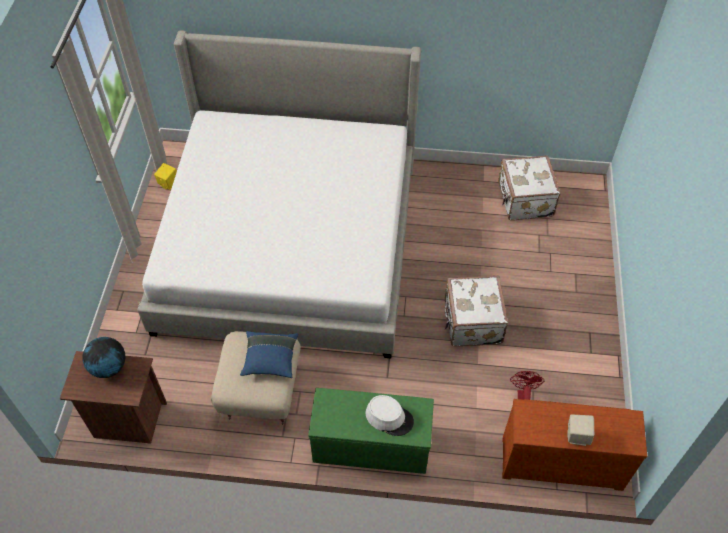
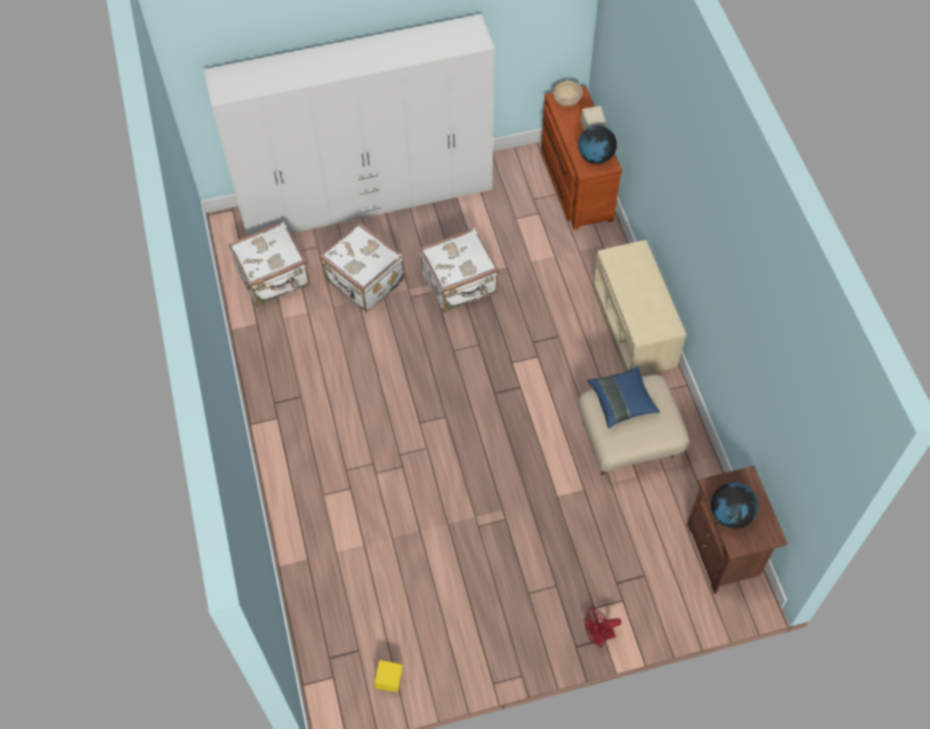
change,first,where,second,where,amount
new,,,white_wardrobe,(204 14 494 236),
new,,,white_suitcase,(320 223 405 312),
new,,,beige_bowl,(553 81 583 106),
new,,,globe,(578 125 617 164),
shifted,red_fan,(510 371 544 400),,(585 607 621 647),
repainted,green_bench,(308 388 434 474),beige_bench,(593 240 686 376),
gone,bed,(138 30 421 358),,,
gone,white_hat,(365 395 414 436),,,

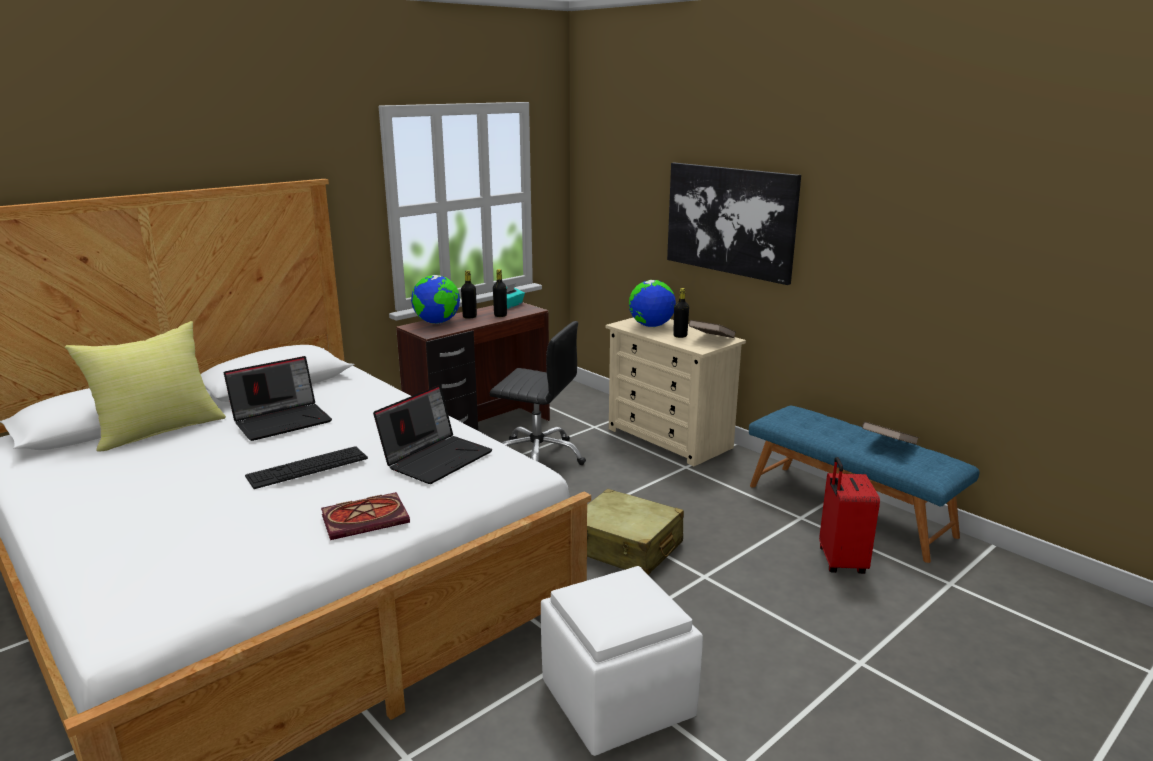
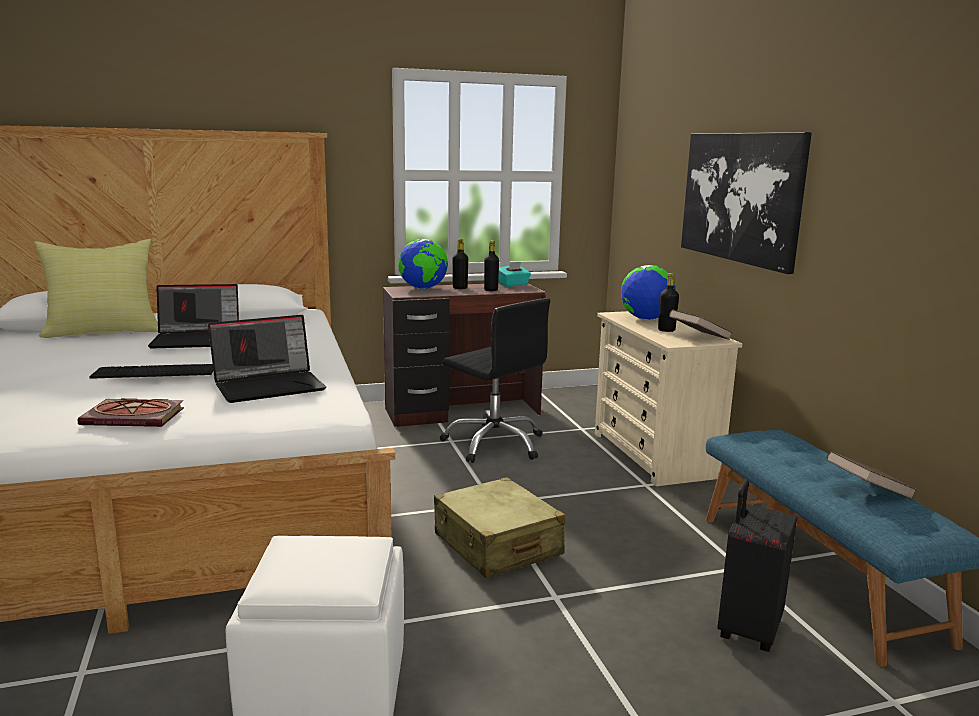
change,first,where,second,where,amount
repainted,red_suitcase,(819 457 880 574),black_suitcase,(717 480 797 652),

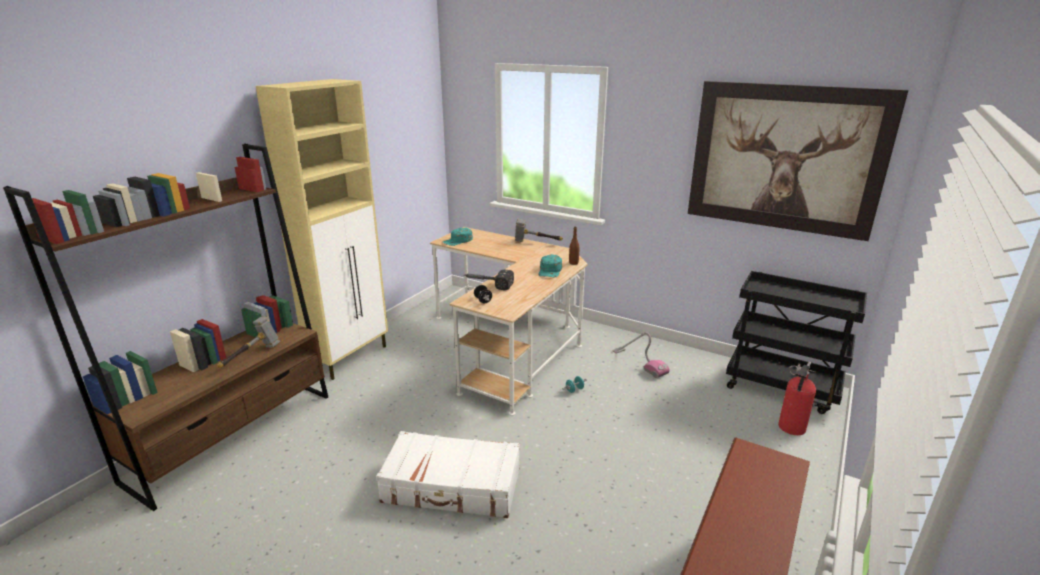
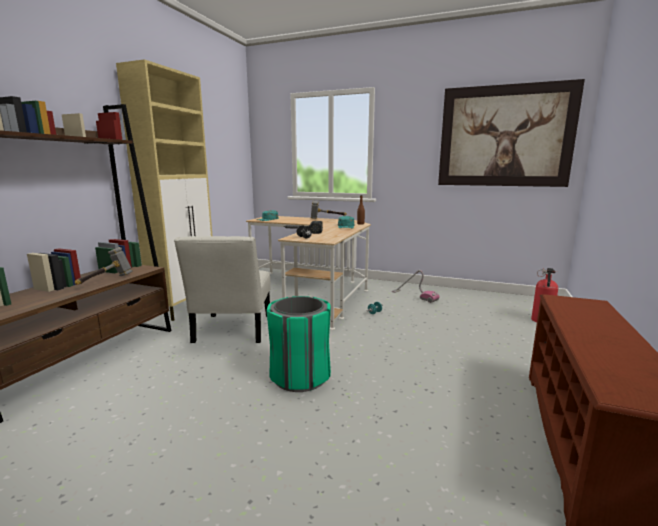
change,first,where,second,where,amount
new,,,white_chair,(174 236 271 343),
swapped,white_suitcase,(376 431 520 518),green_trash_can,(267 296 331 392),
gone,black_cart,(726 271 867 414),,,

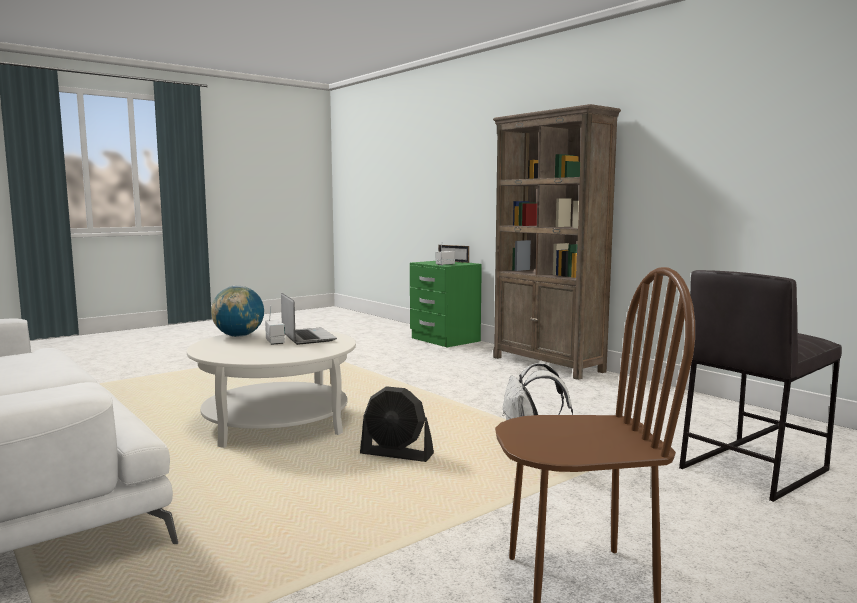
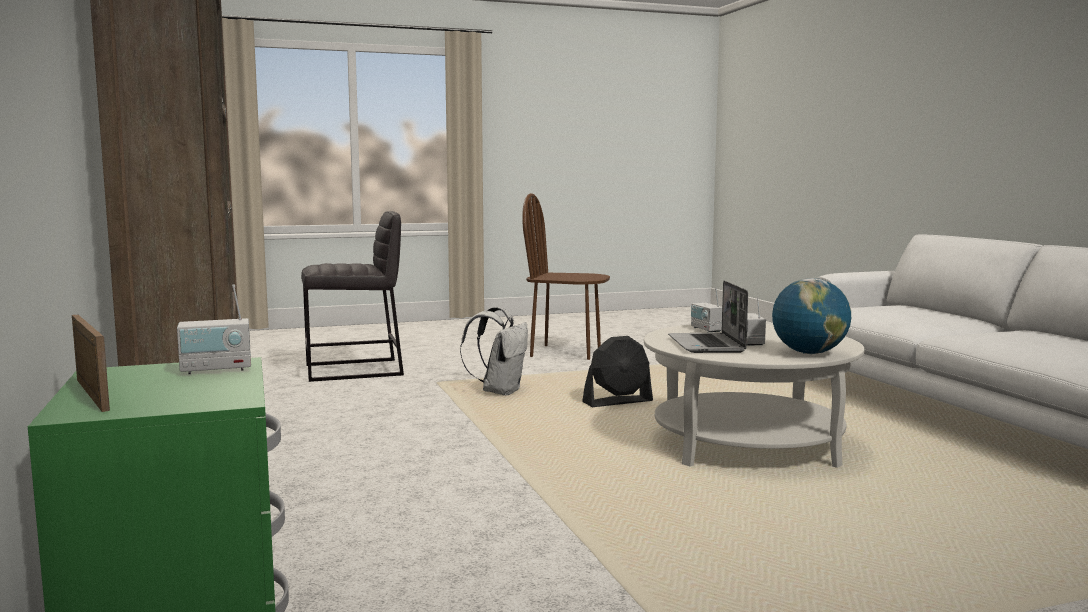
change,first,where,second,where,amount
rotated,black_fan,(360 386 434 462),,(582 336 653 407),120 degrees clockwise
new,,,radio,(691 288 722 332),

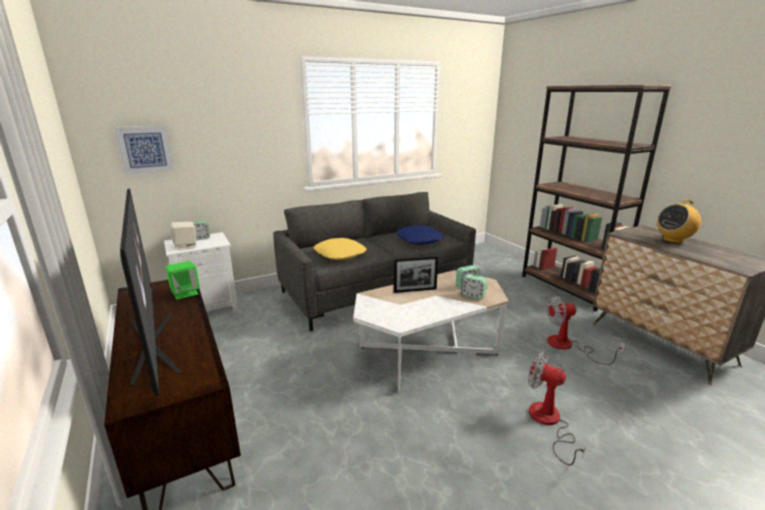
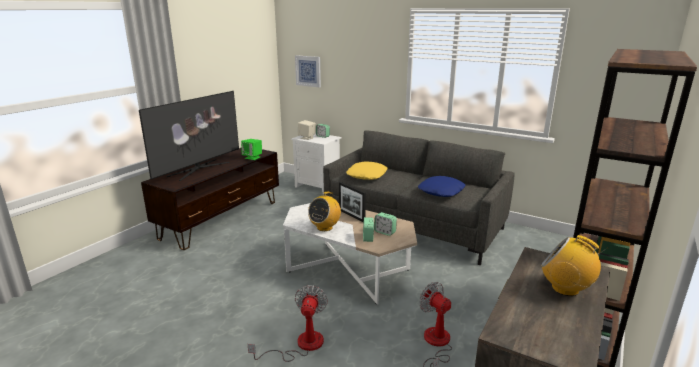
change,first,where,second,where,amount
new,,,radio,(308 191 341 231),

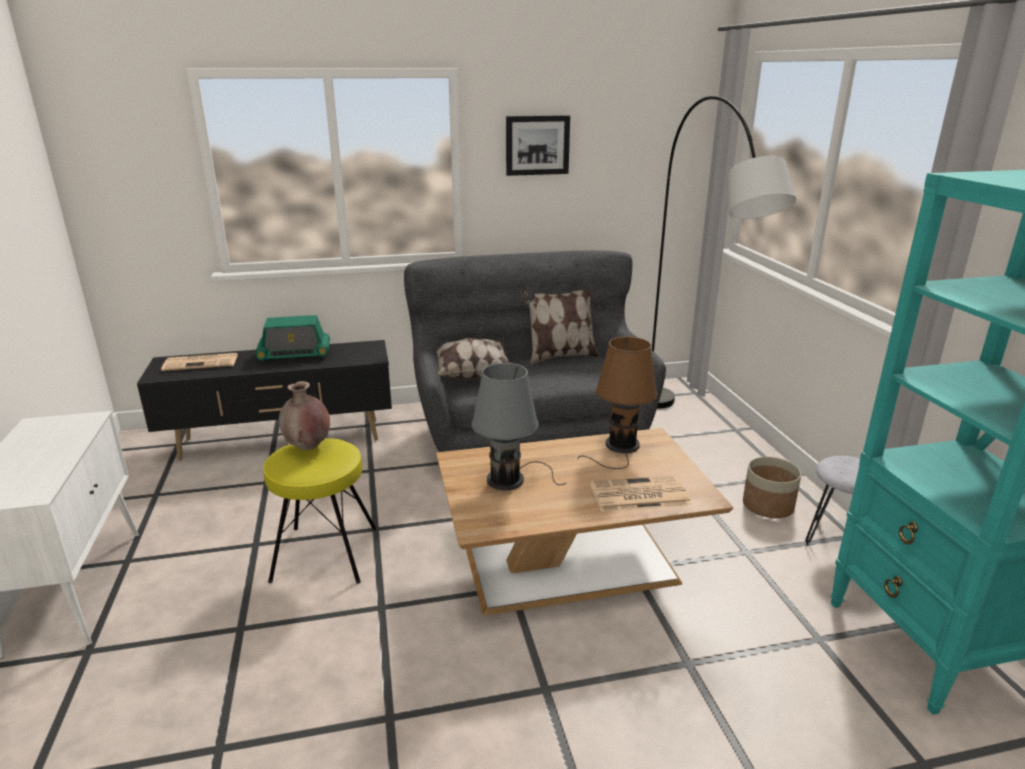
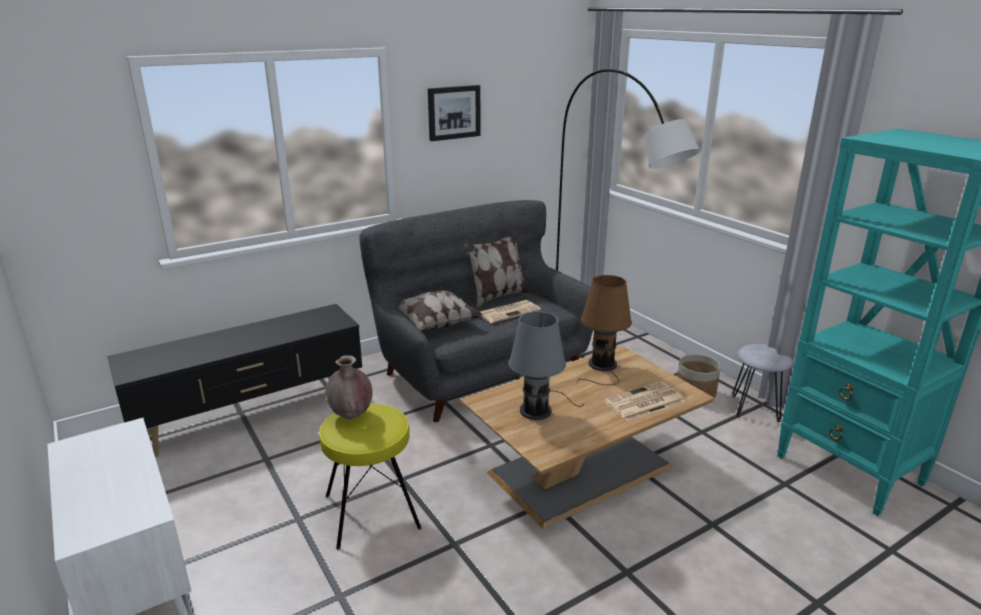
change,first,where,second,where,amount
shifted,newspaper,(161 353 238 371),,(480 300 541 323),
gone,radio,(255 315 330 362),,,

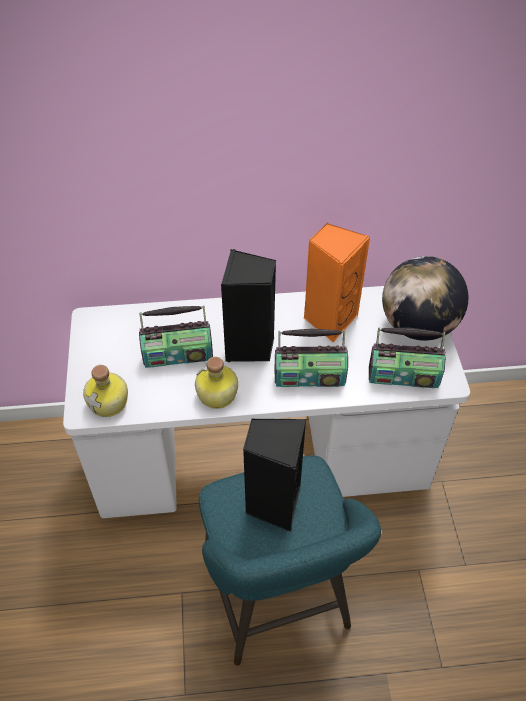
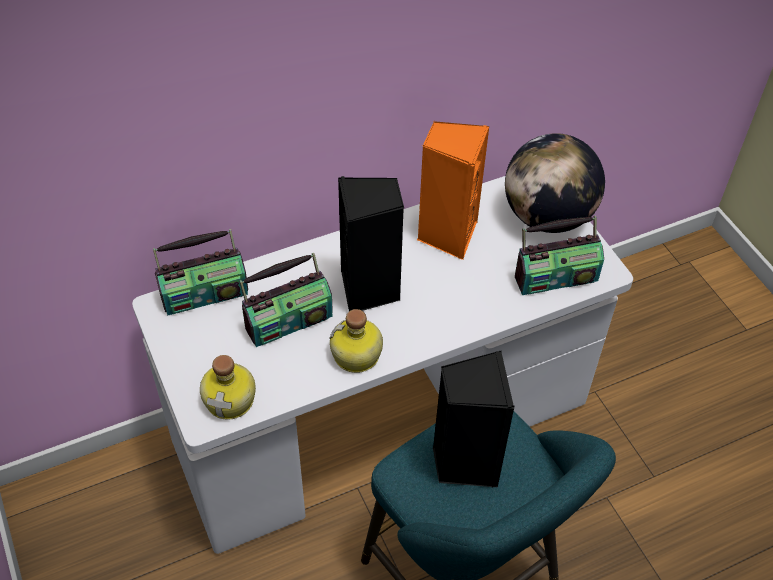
change,first,where,second,where,amount
shifted,radio,(275 329 348 387),,(153 229 248 316),

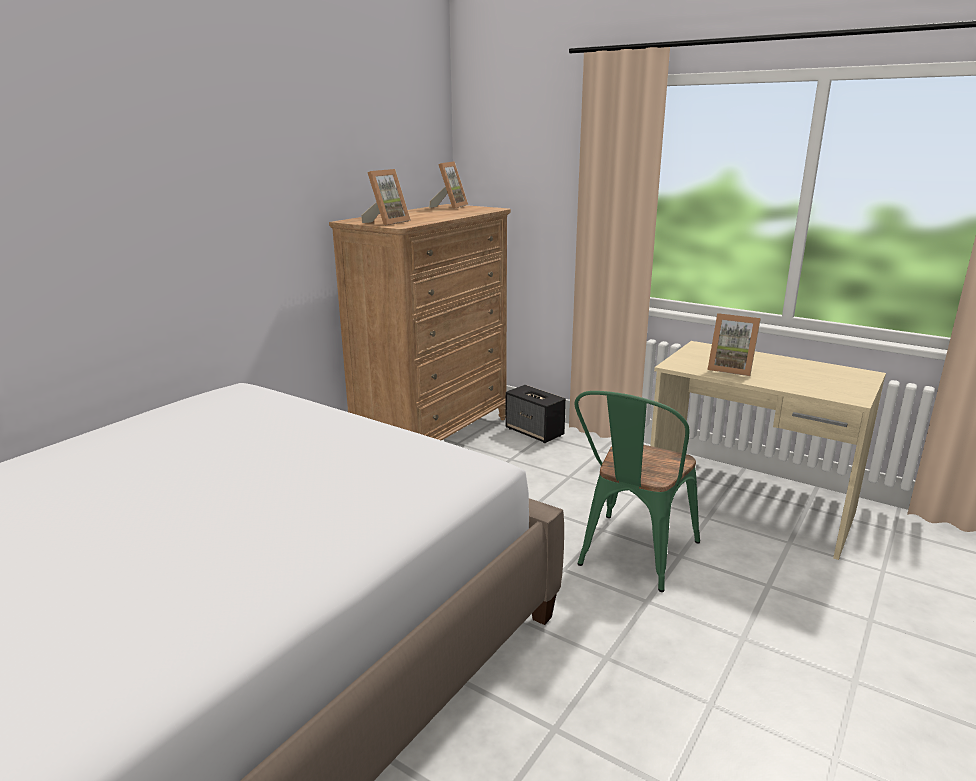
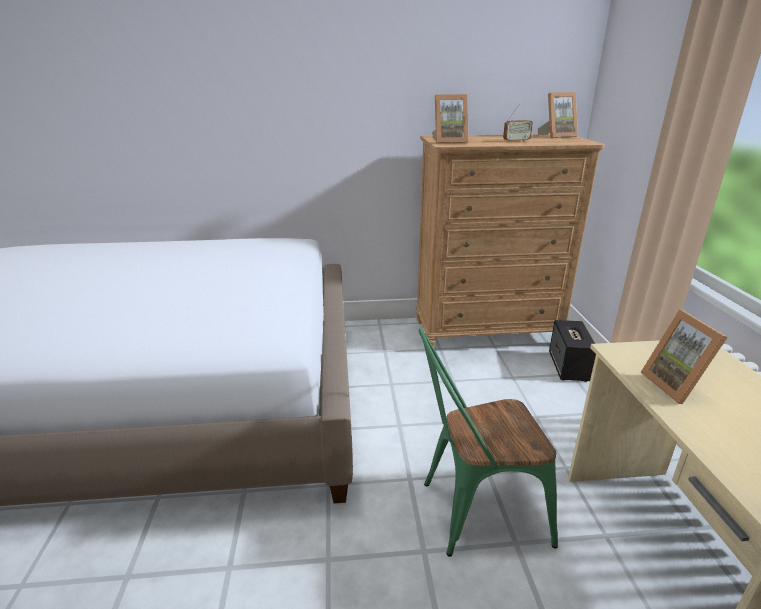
change,first,where,second,where,amount
new,,,radio,(503 104 533 143),

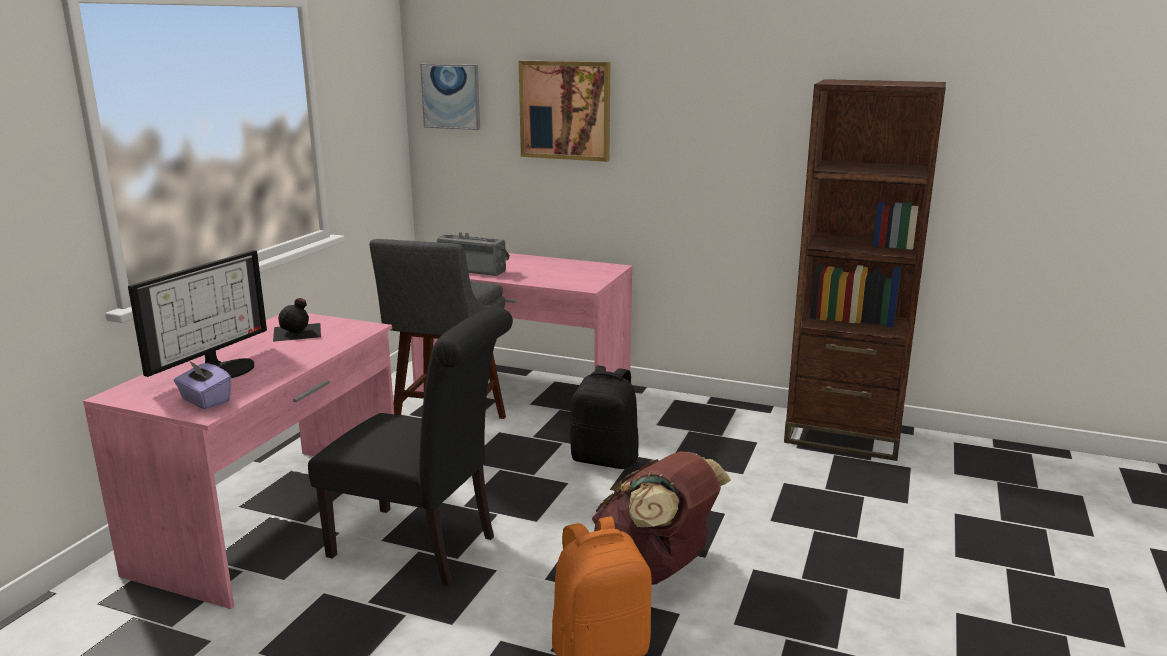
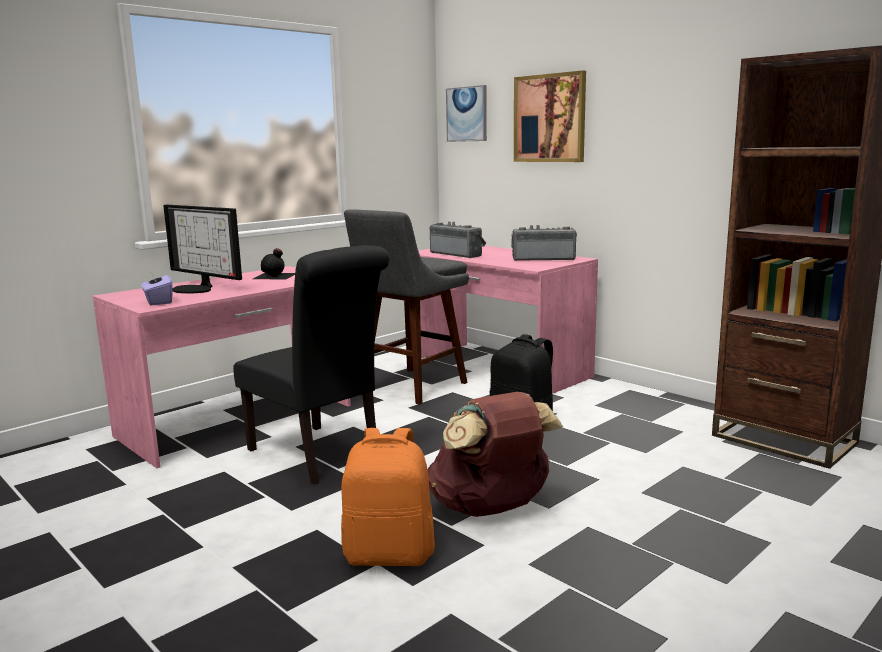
change,first,where,second,where,amount
rotated,monitor,(128 250 267 378),,(163 205 242 294),75 degrees clockwise
new,,,radio,(511 225 577 261),

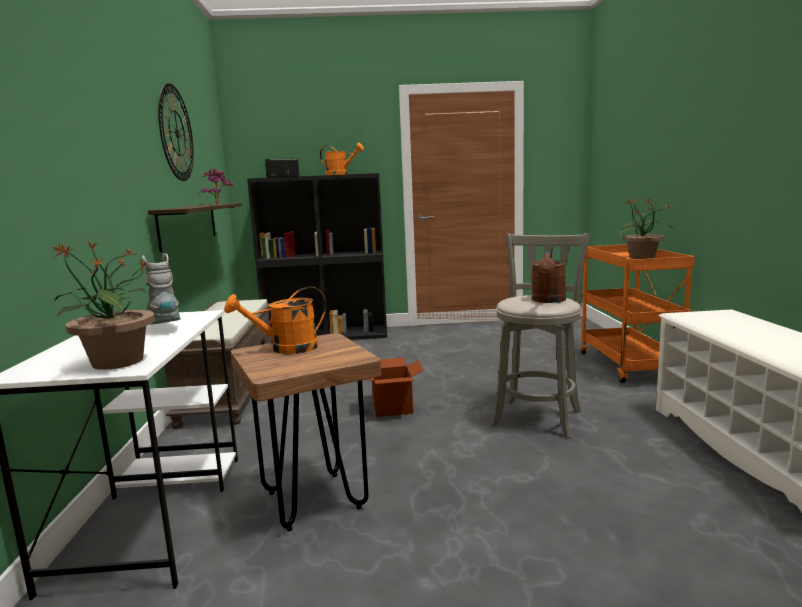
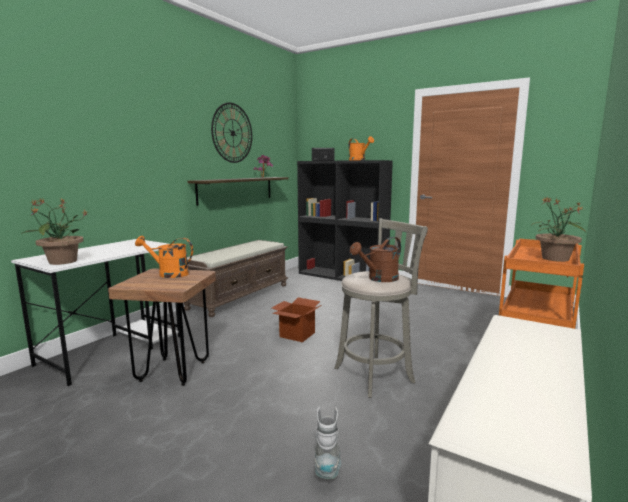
change,first,where,second,where,amount
shifted,grey_boot,(142 254 181 325),,(315 407 341 479),

